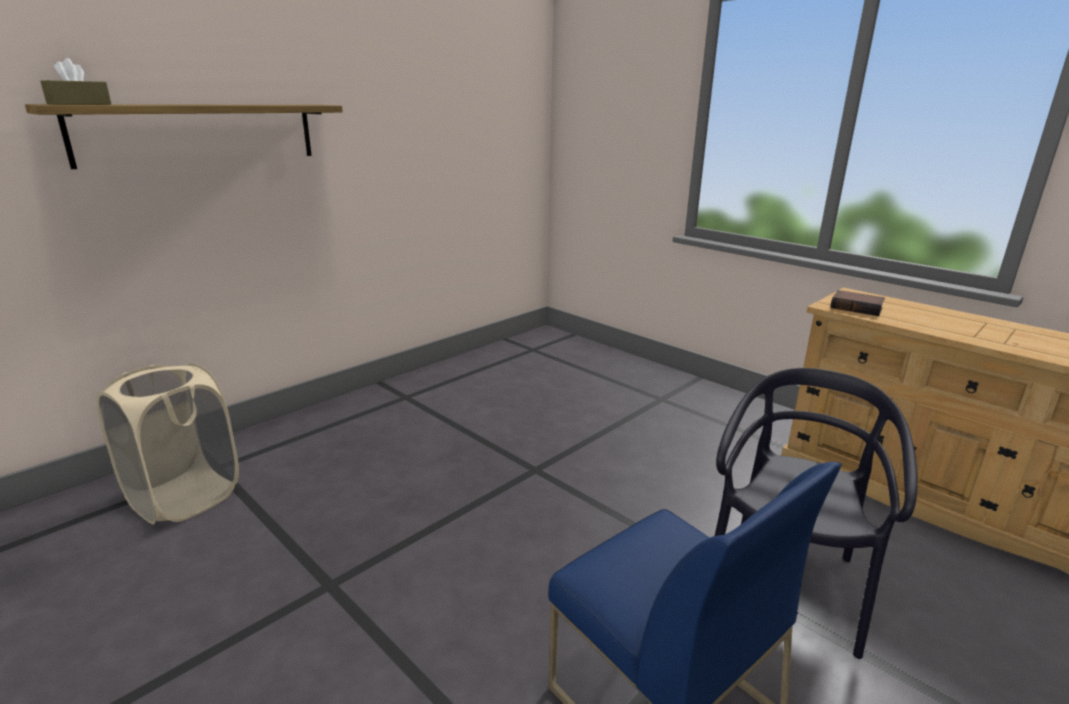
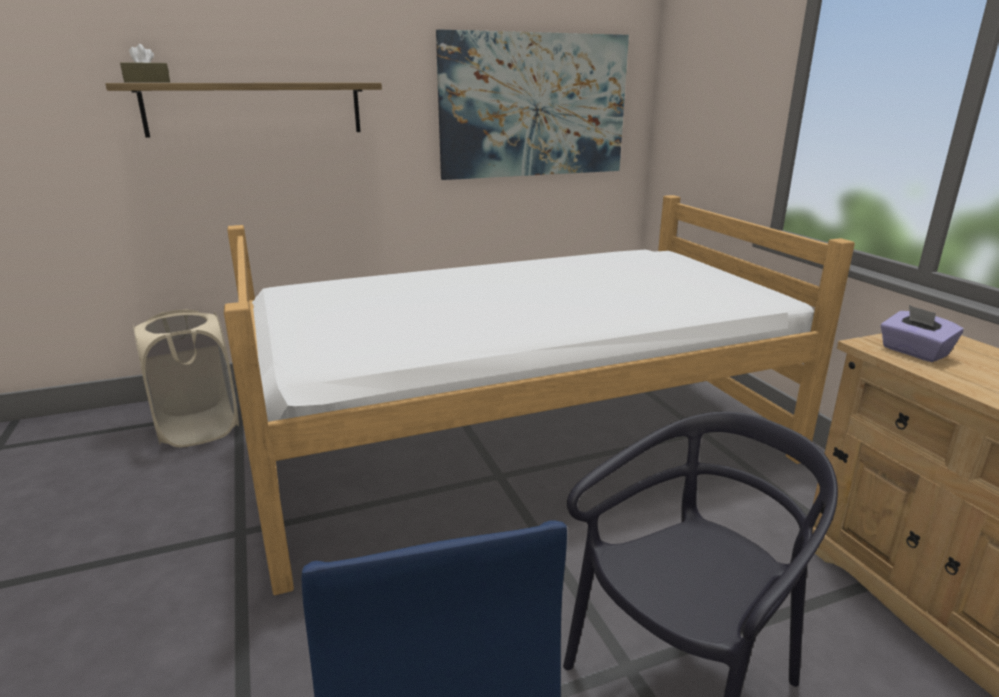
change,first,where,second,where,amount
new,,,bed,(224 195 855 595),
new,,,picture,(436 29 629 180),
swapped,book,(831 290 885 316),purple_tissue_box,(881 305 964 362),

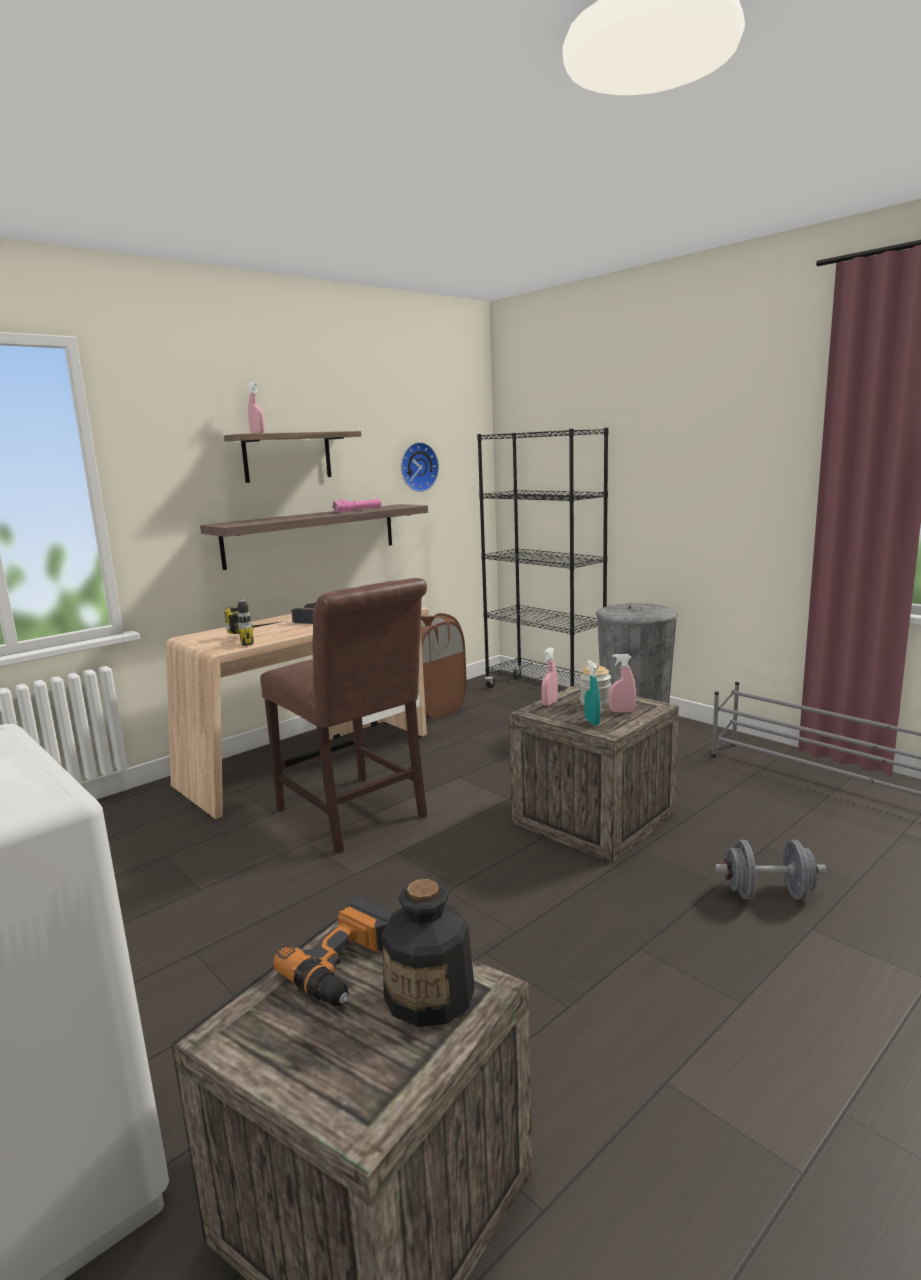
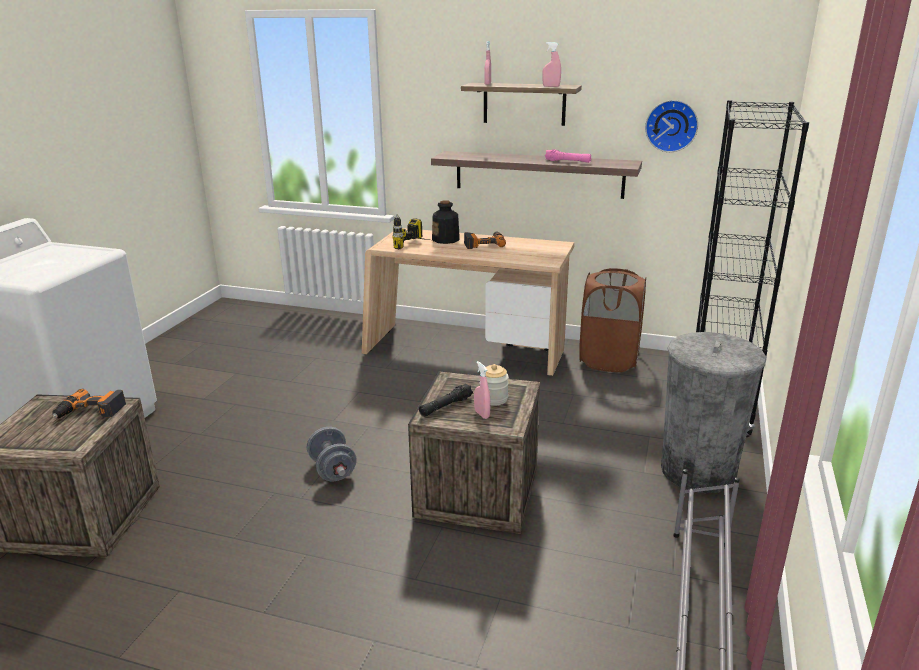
change,first,where,second,where,amount
shifted,grey_dumbbell,(715 840 827 900),,(307 427 357 481),
swapped,turquoise_spray_bottle,(584 660 601 726),black_flashlight,(419 384 473 417),
shifted,bottle,(383 879 475 1027),,(432 200 460 244),
shifted,pink_spray_bottle,(541 647 558 706),,(542 42 561 87),
gone,brown_chair,(260 578 427 854),,,

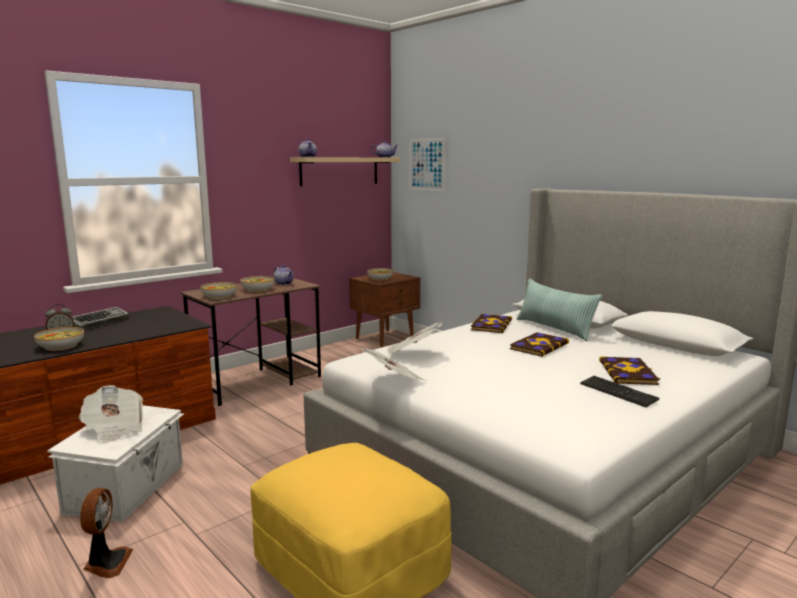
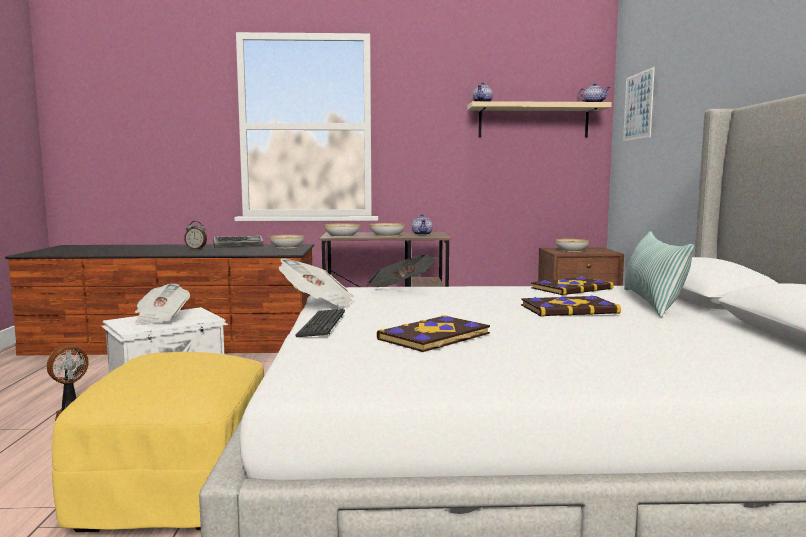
change,first,where,second,where,amount
shifted,bowl,(34 327 84 351),,(270 235 304 248),
shifted,keyboard,(580 376 660 407),,(295 309 345 337),
shifted,book,(599 356 661 385),,(376 315 490 352),

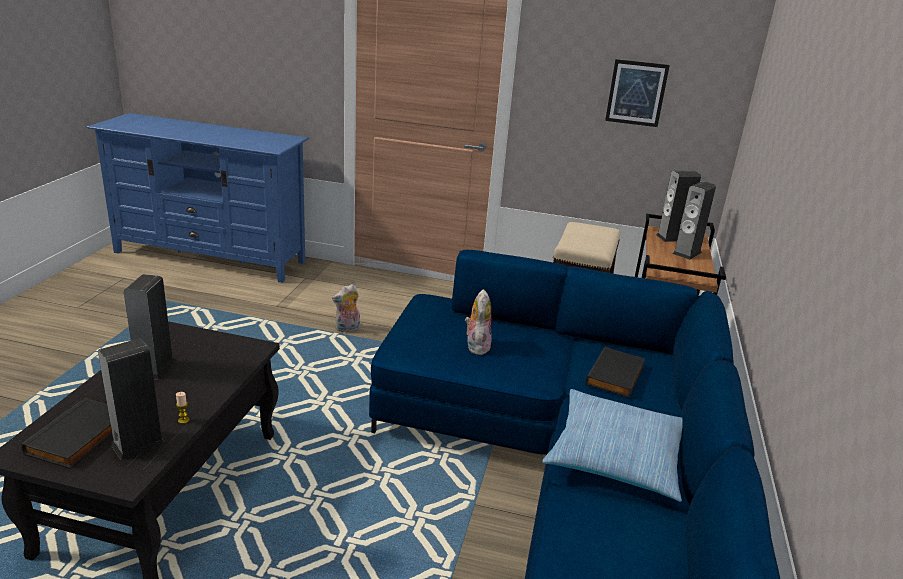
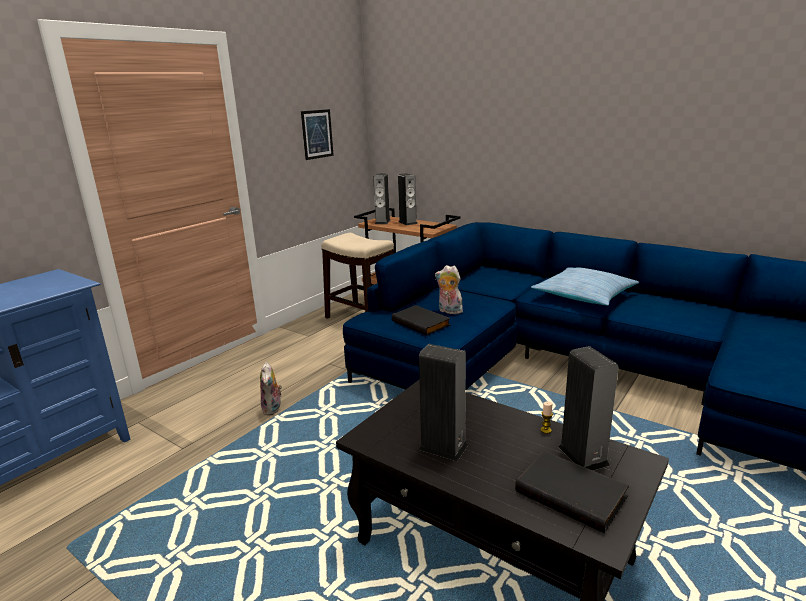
change,first,where,second,where,amount
shifted,black_book,(586 347 645 398),,(392 305 451 336),

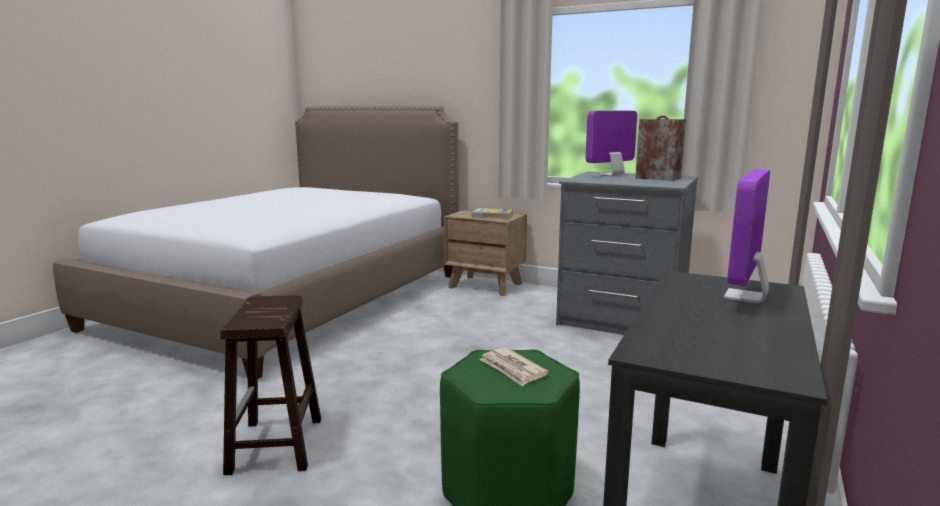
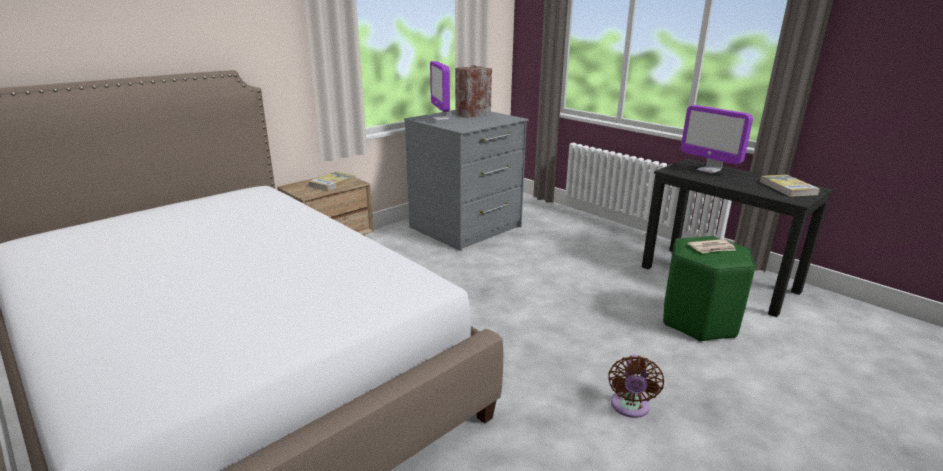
change,first,where,second,where,amount
swapped,brown_stool,(220 295 321 475),brown_fan,(608 355 664 418),
new,,,book,(759 175 820 197),

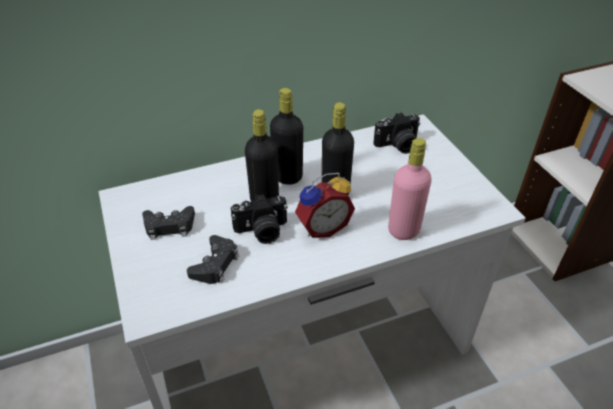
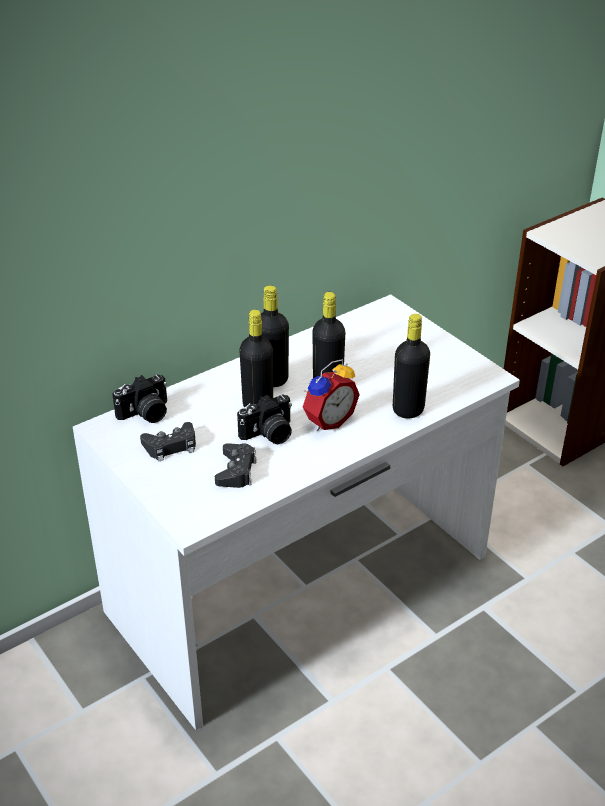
change,first,where,second,where,amount
shifted,photo_camera,(373 112 420 154),,(112 375 167 423),
repainted,pink_bottle,(388 138 432 240),black_bottle,(393 314 430 418),

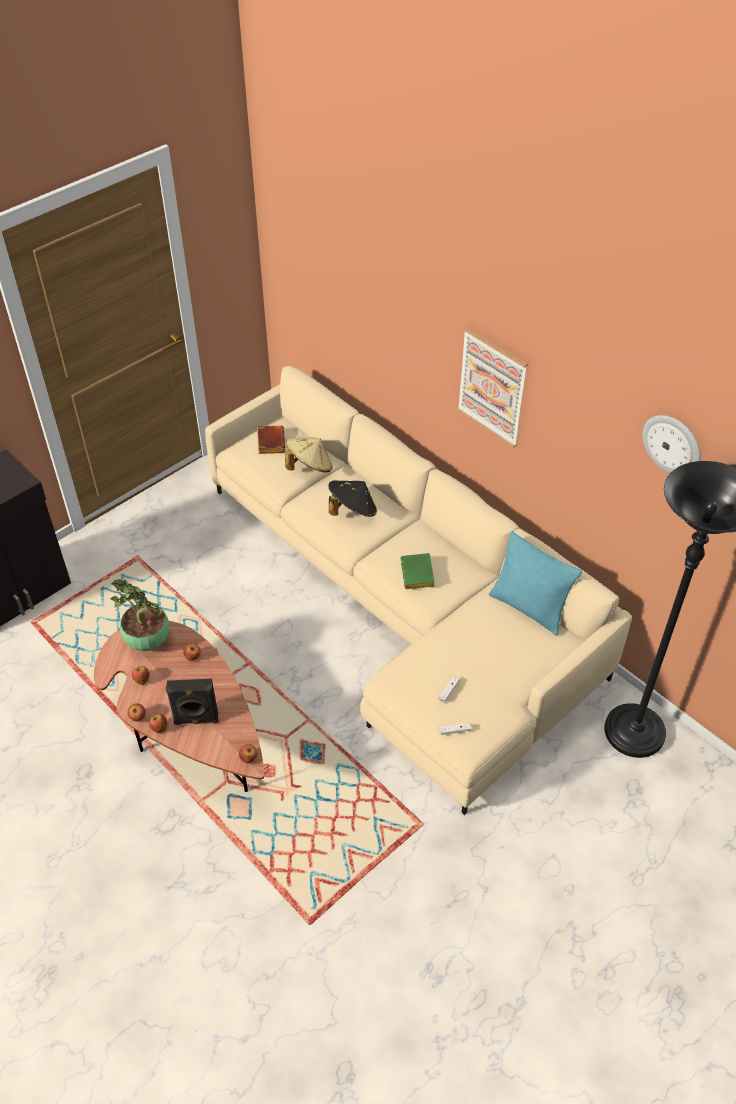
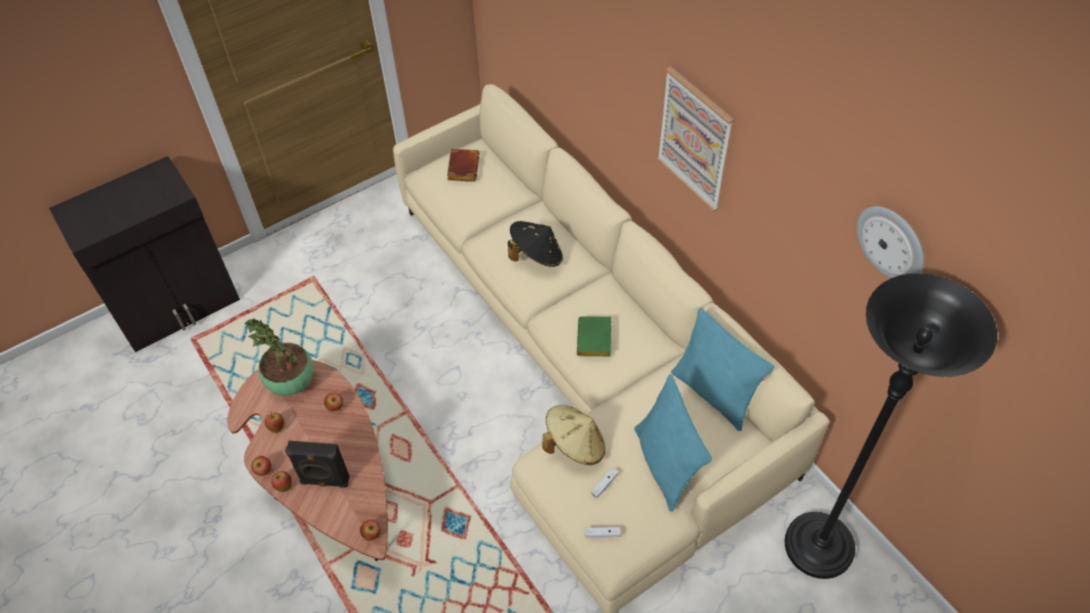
change,first,where,second,where,amount
shifted,beige_hat,(285 437 333 472),,(543 405 605 465),
new,,,turquoise_pillow,(634 374 712 512),

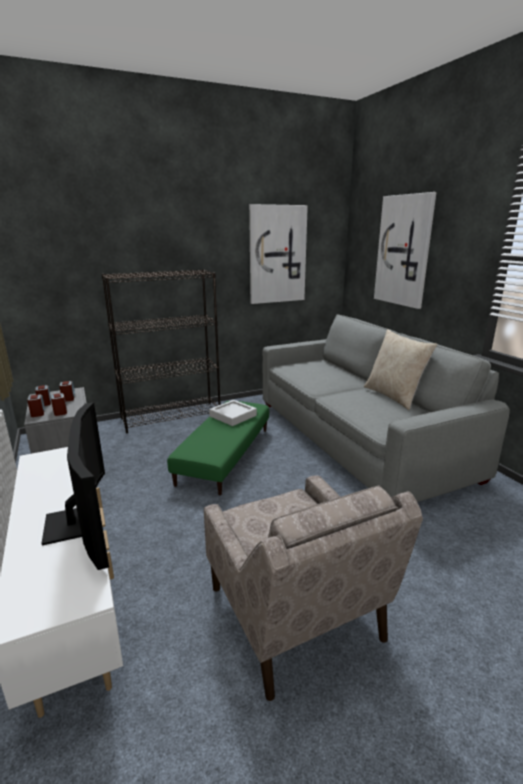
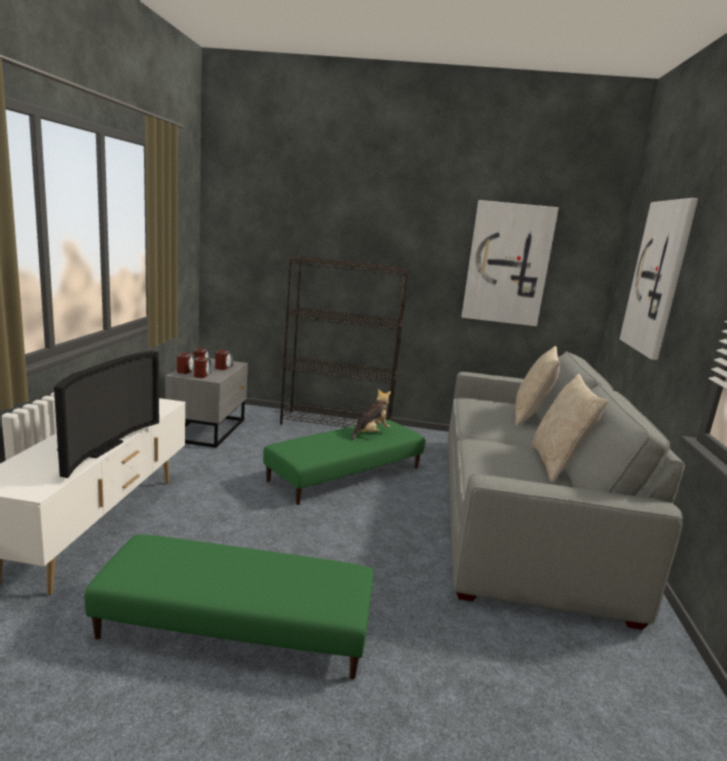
change,first,where,second,where,amount
swapped,beige_armchair,(204 475 423 701),green_ottoman,(84 534 374 679),
swapped,grey_tray,(209 400 257 426),plush_toy,(351 389 391 441),
new,,,beige_pillow,(515 346 560 427),

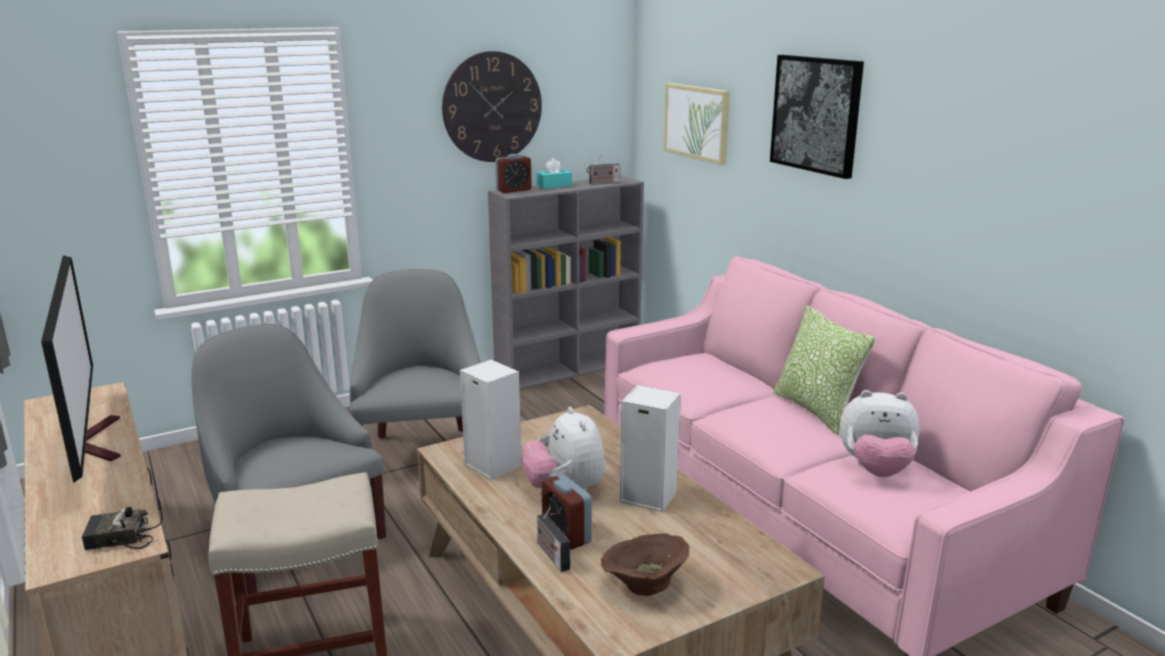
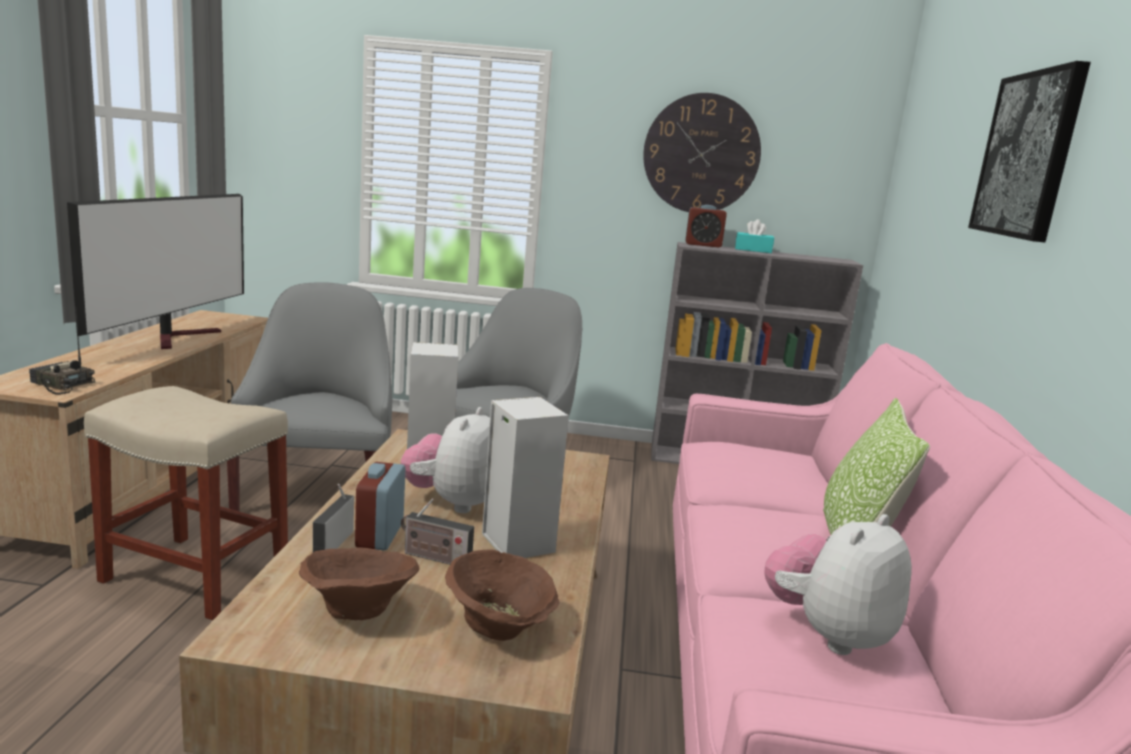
change,first,where,second,where,amount
shifted,radio,(587 155 620 185),,(401 499 474 564),
new,,,brown_bowl,(445 549 560 641),
rotated,plush_toy,(840 390 920 477),,(764 514 912 655),90 degrees clockwise
gone,picture,(664 83 730 165),,,

